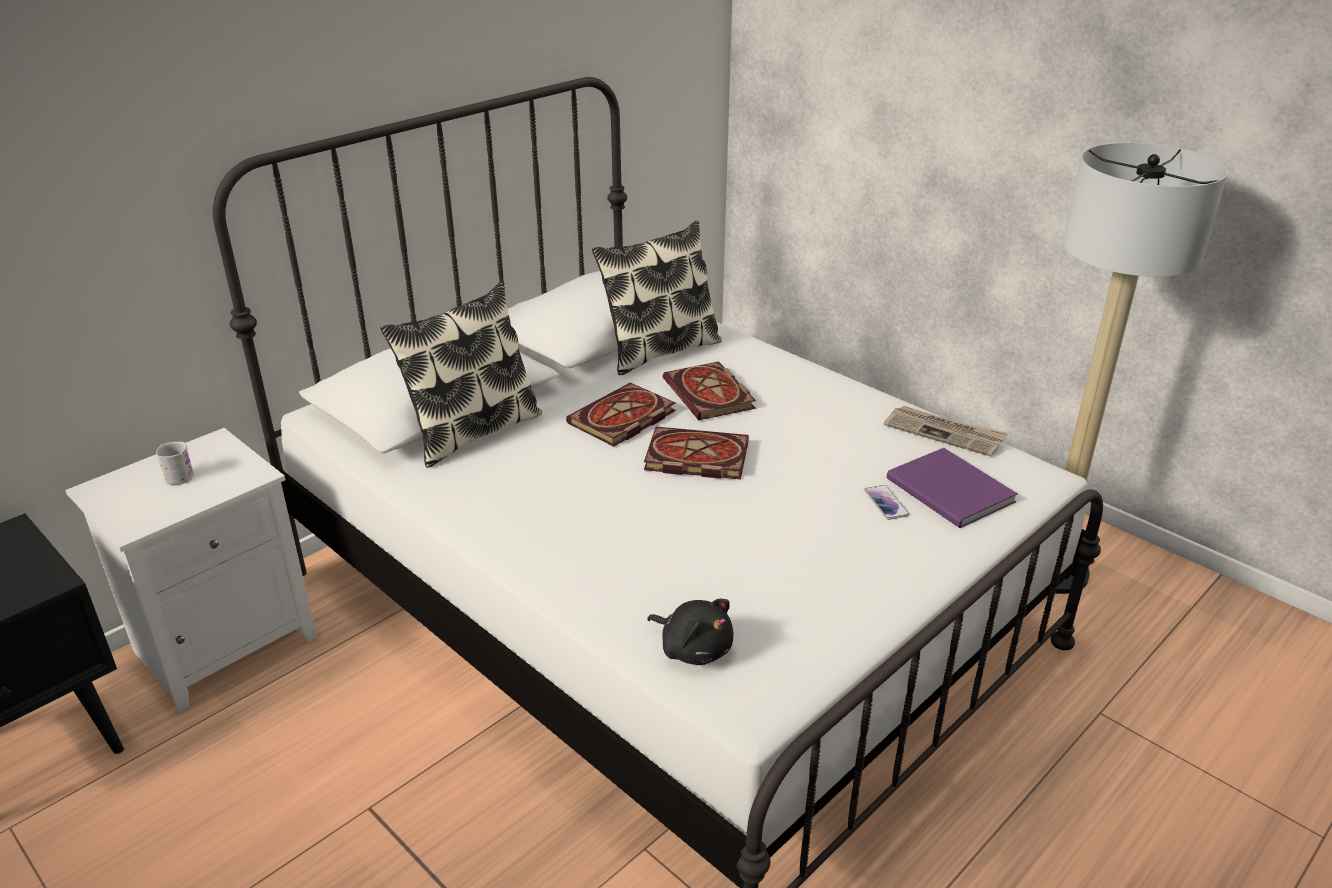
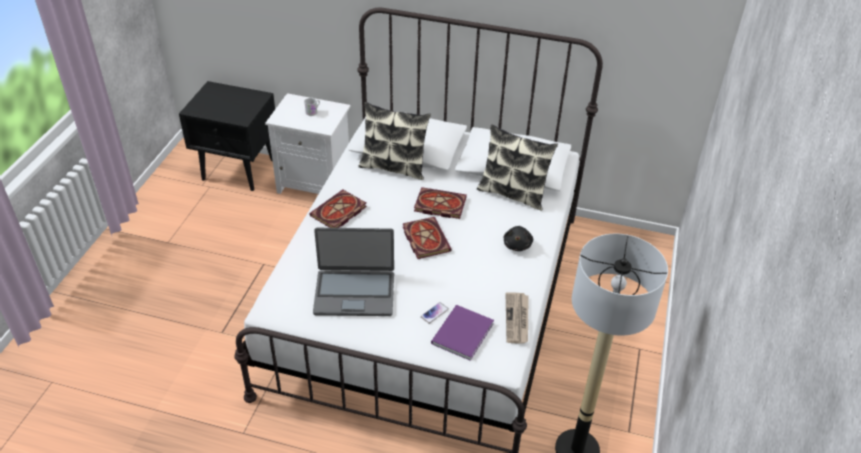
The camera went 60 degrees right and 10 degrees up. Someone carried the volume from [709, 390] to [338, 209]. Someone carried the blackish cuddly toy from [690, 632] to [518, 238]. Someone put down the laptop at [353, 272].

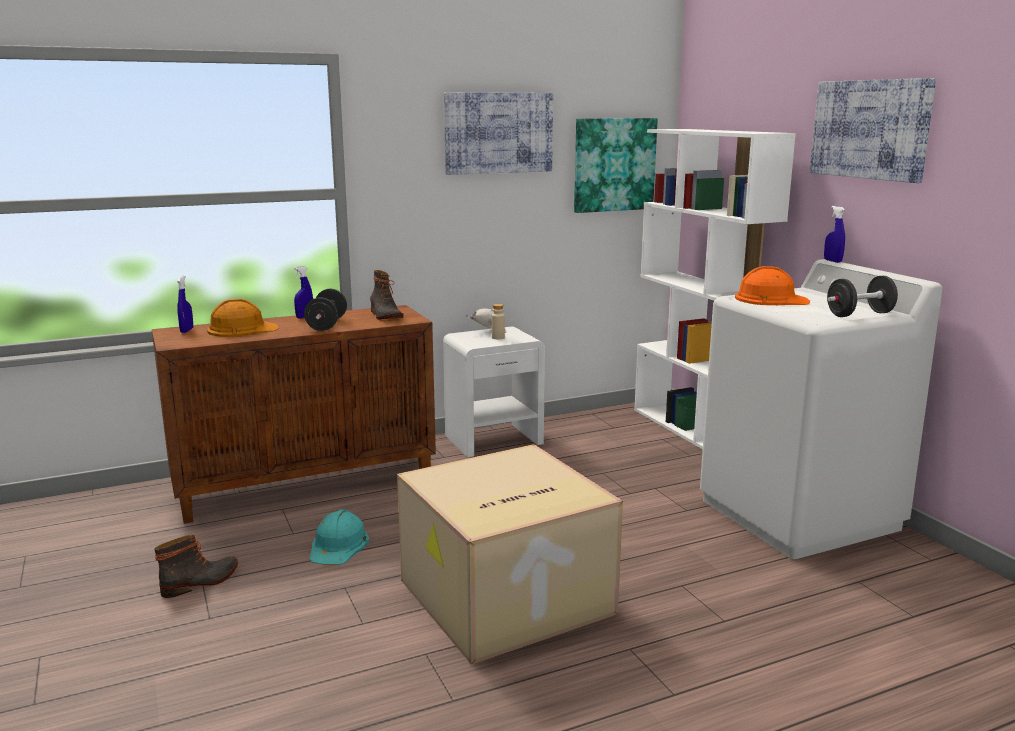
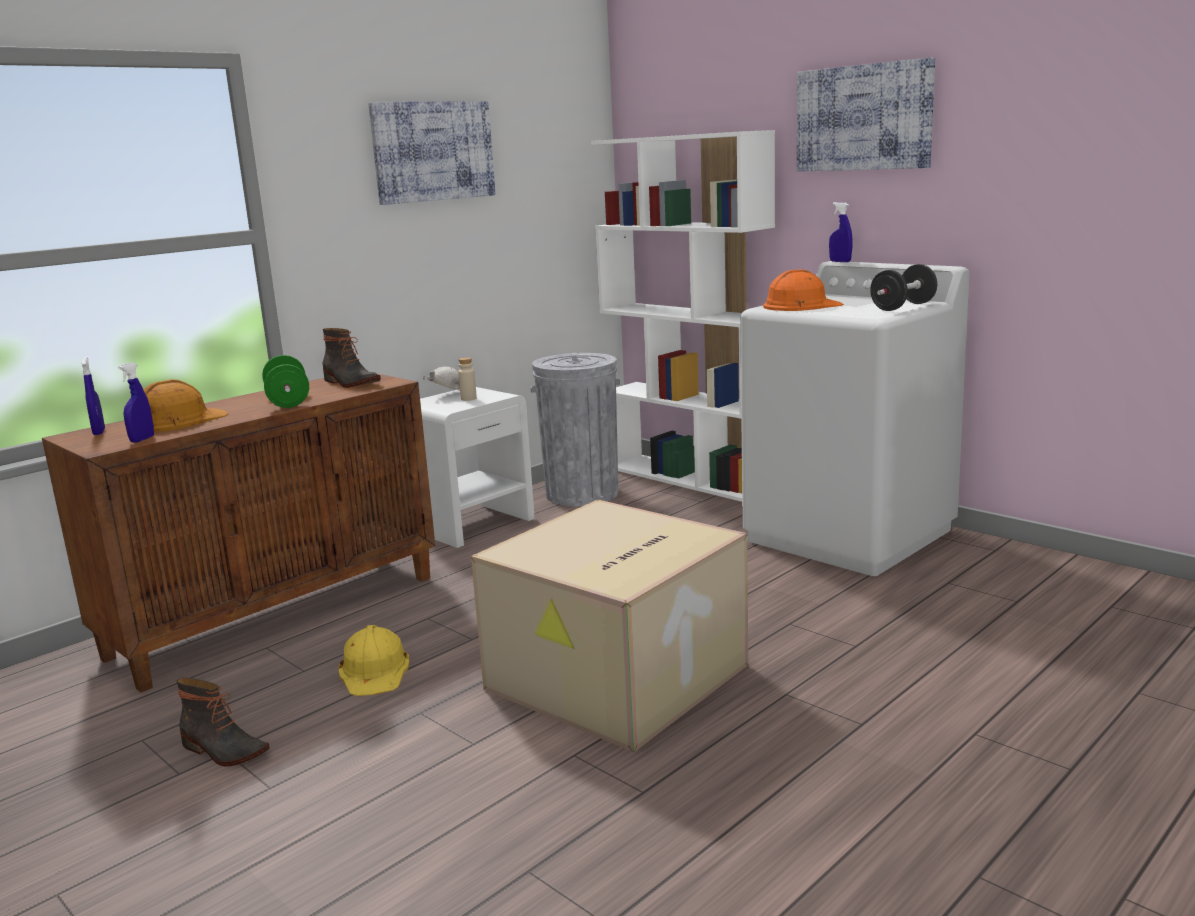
The camera went 20 degrees left and 0 degrees up. Someone took away the wall art at [616, 165]. Someone carried the bluish hand sprayer from [303, 292] to [136, 402]. Someone repainted the blackish dumbbell at [325, 310], which became the greenish dumbbell at [285, 381]. Someone repainted the blue-green safety helmet at [339, 537], which became the yellowish safety helmet at [374, 660]. Someone rotated the boot at [196, 566] by 90 degrees clockwise. Someone put down the greyish trash can at [575, 429].

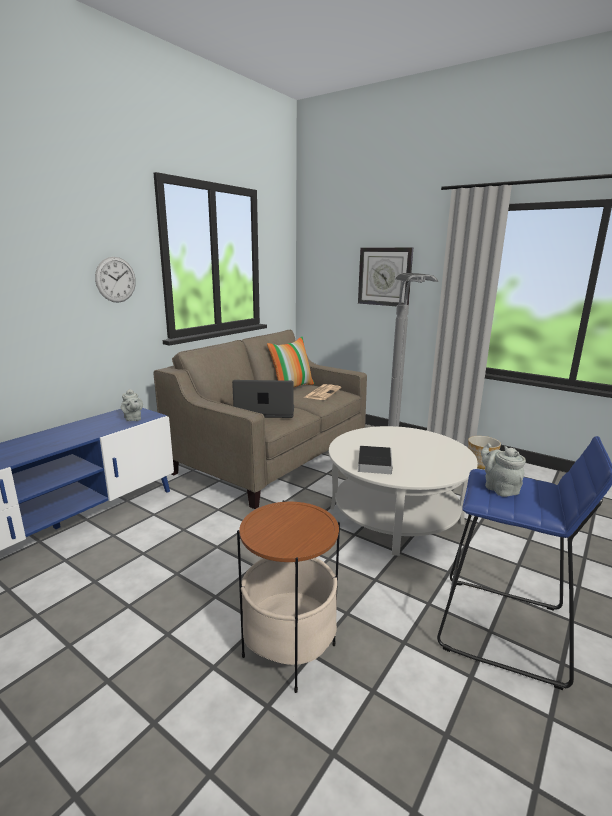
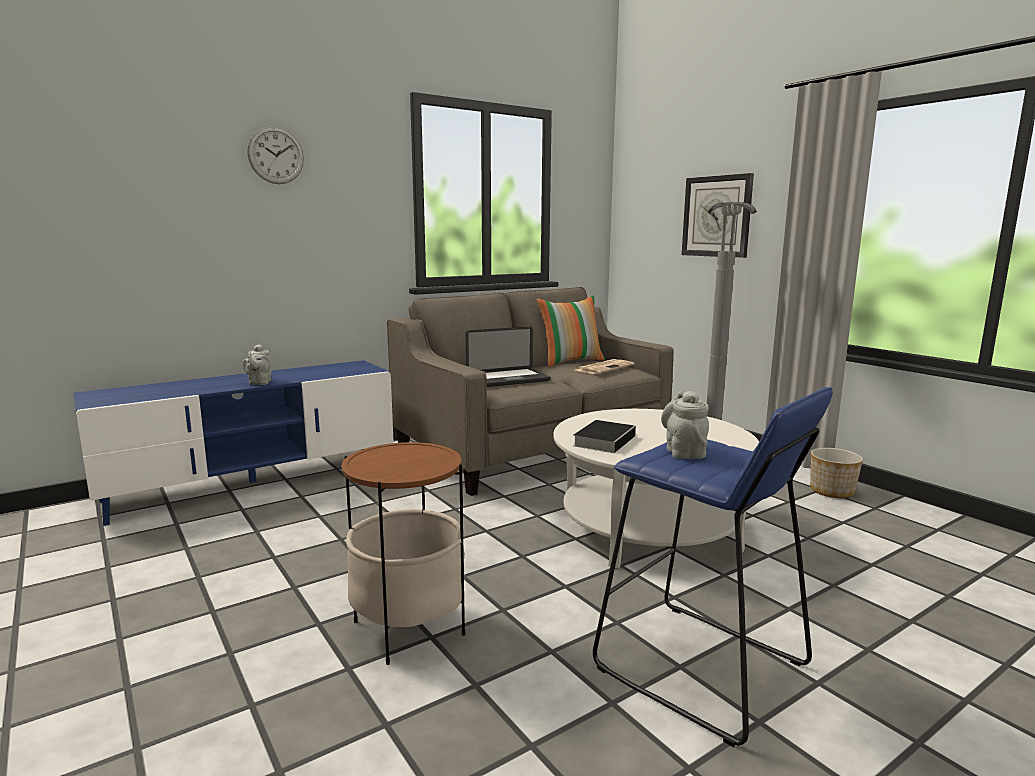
The camera went 20 degrees right and 5 degrees down. Someone carried the wall clock from [115, 280] to [275, 155]. Someone rotated the laptop at [263, 399] by 135 degrees clockwise. Someone carried the greyish teapot from [132, 405] to [257, 364].

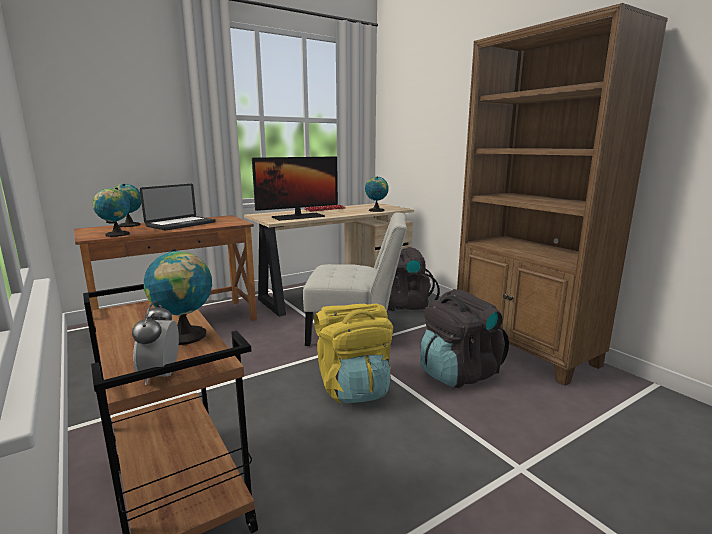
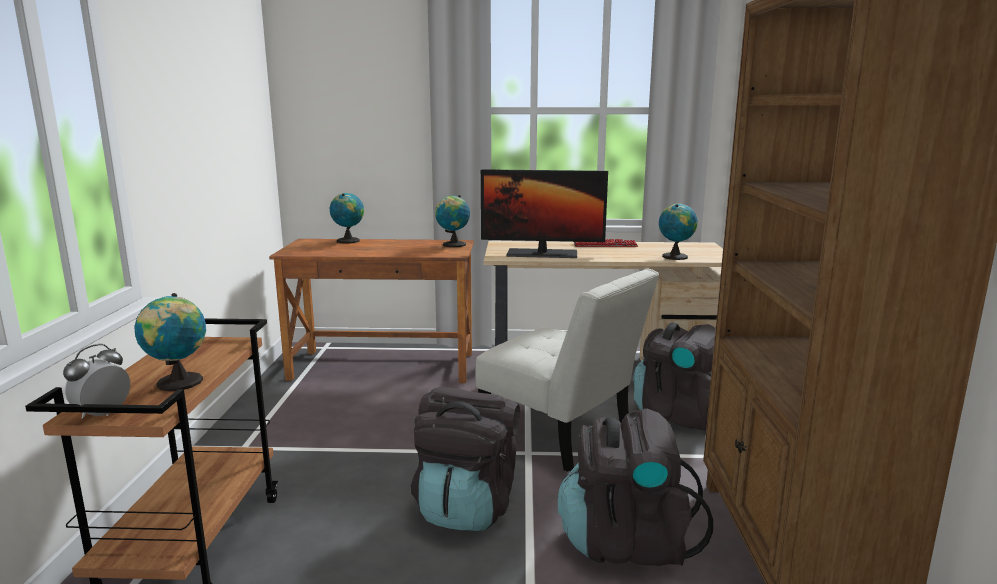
The camera went 35 degrees right and 0 degrees up. Someone took away the laptop at [178, 207]. Someone carried the desk globe from [111, 212] to [452, 221]. Someone repainted the yellowish knapsack at [353, 353], which became the blackish knapsack at [465, 459].

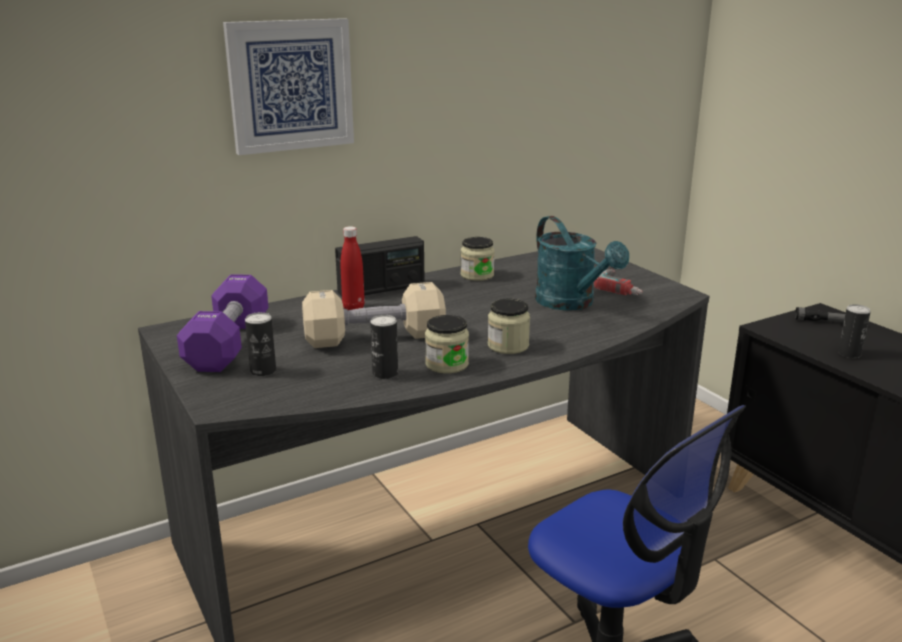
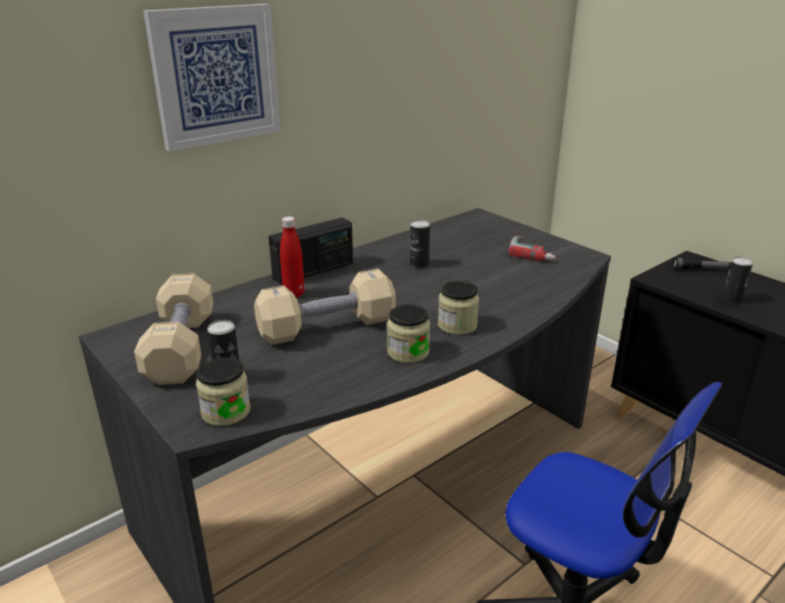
The camera went 10 degrees left and 5 degrees up. Someone took away the blue-green watering pot at [582, 263]. Someone carried the jar from [478, 259] to [223, 391]. Someone repainted the purplish dumbbell at [223, 323], which became the beige dumbbell at [173, 329]. Someone carried the metal can from [384, 347] to [420, 244].

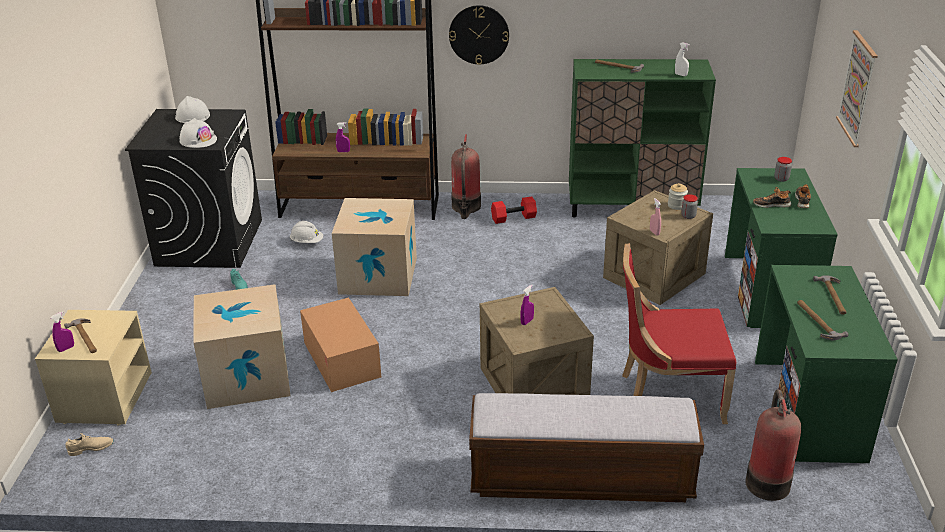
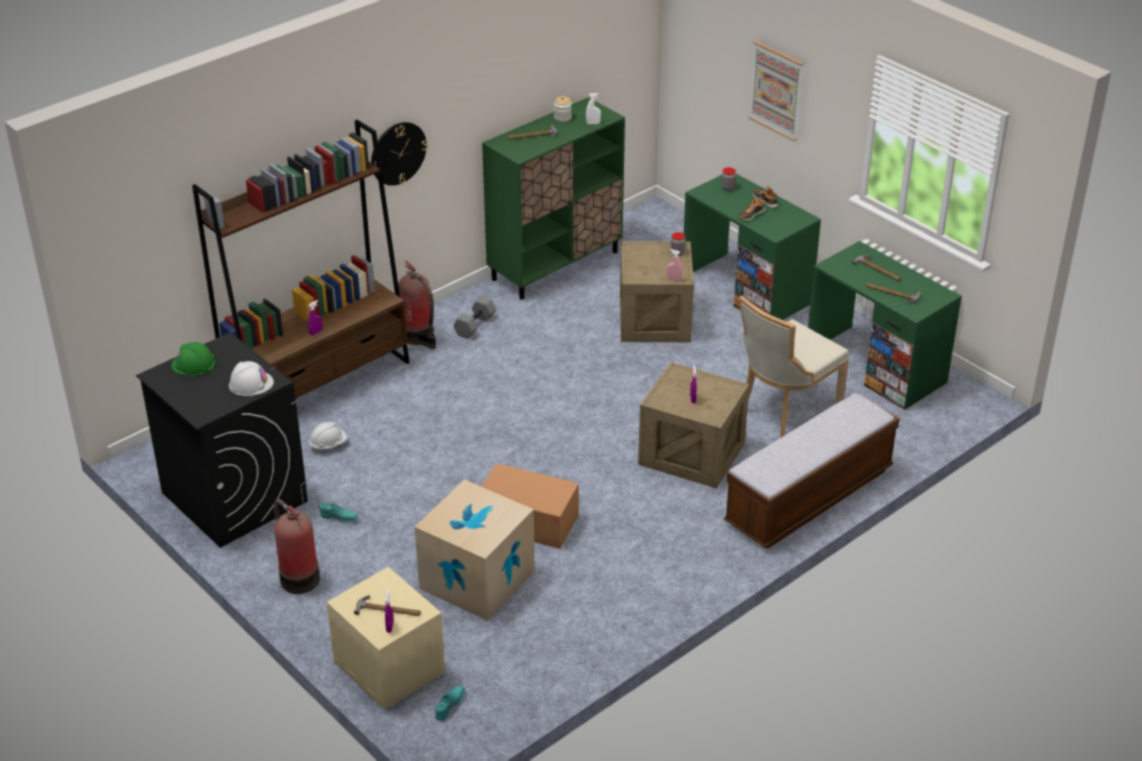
The camera went 45 degrees left and 5 degrees up. Someone repainted the white safety helmet at [192, 109], which became the greenish safety helmet at [193, 359]. Someone carried the jar from [678, 196] to [563, 109]. Someone repainted the red-coloured dumbbell at [514, 210], which became the greyish dumbbell at [474, 317]. Someone took away the cardboard box at [374, 247]. Someone repainted the red-coloured upright chair at [679, 333], which became the beige upright chair at [794, 366]. Someone carried the fire-fighting cylinder from [773, 445] to [297, 546]. Someone repainted the beige low shoe at [89, 444], which became the blue-green low shoe at [450, 703].

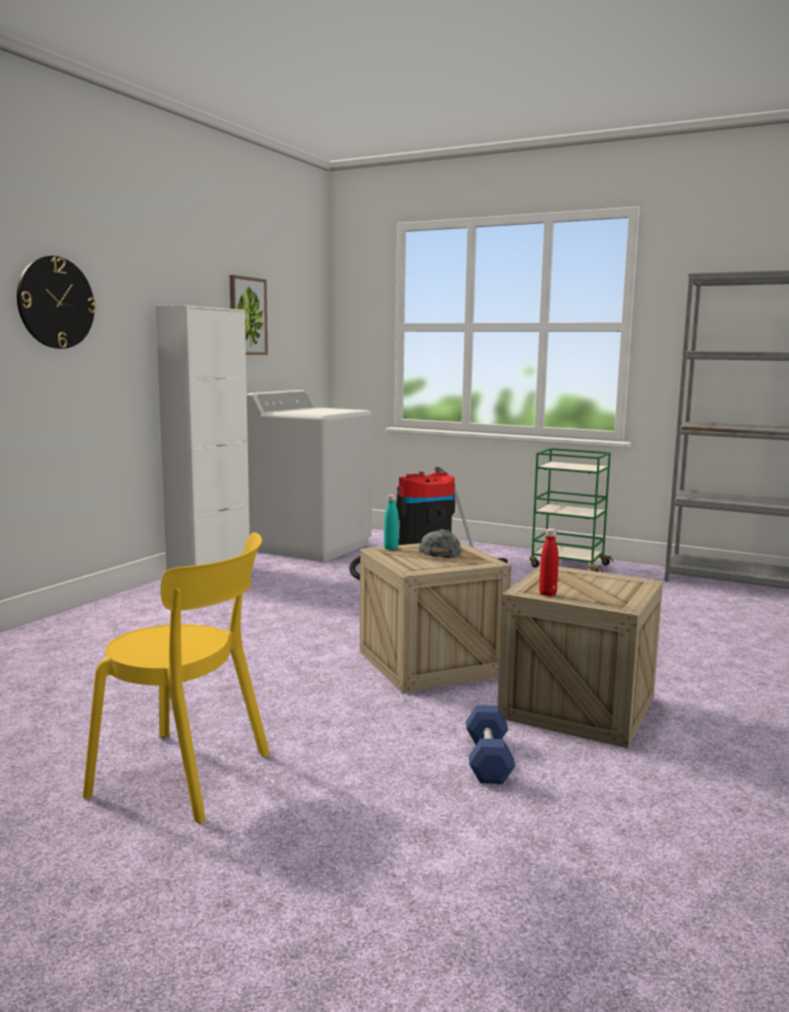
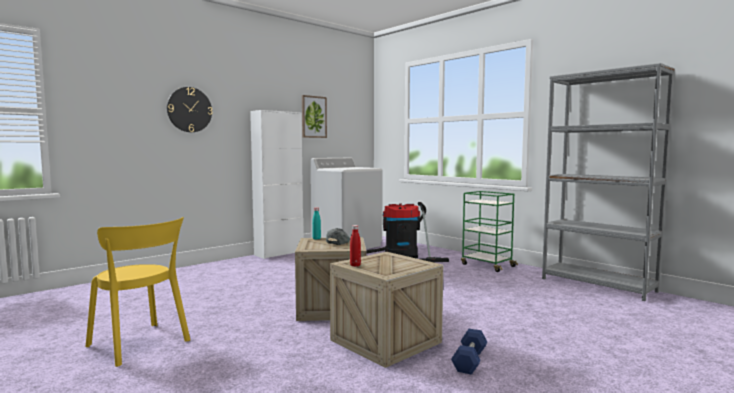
The camera went 20 degrees right and 5 degrees down. Someone carried the bluish dumbbell from [490, 744] to [469, 352].

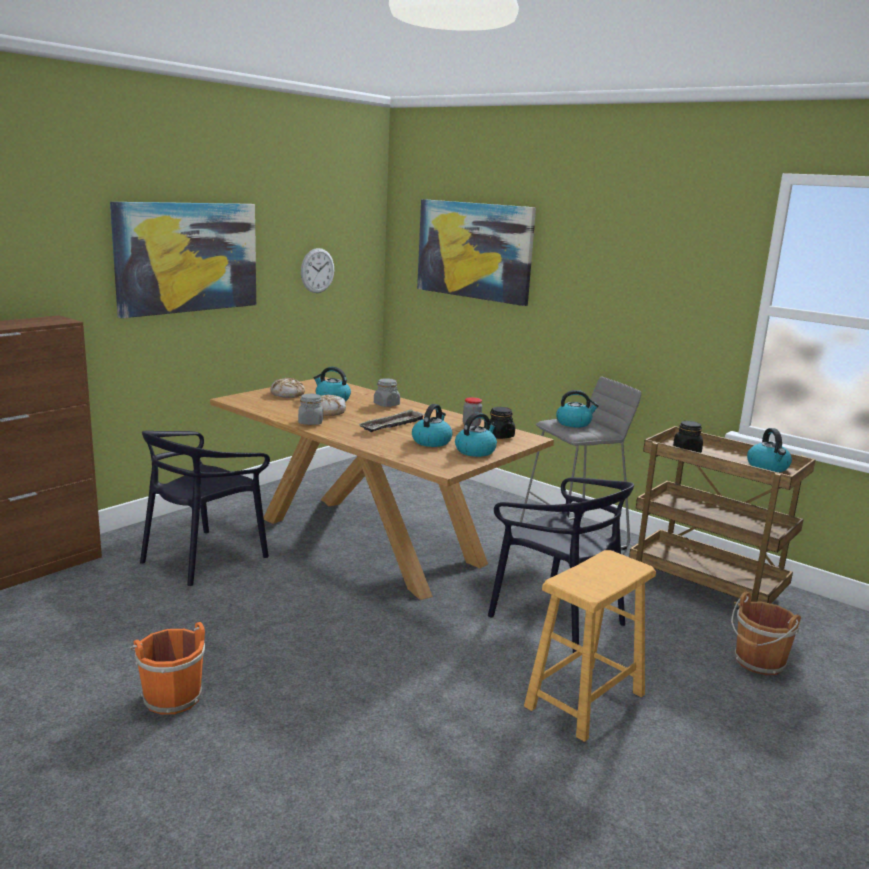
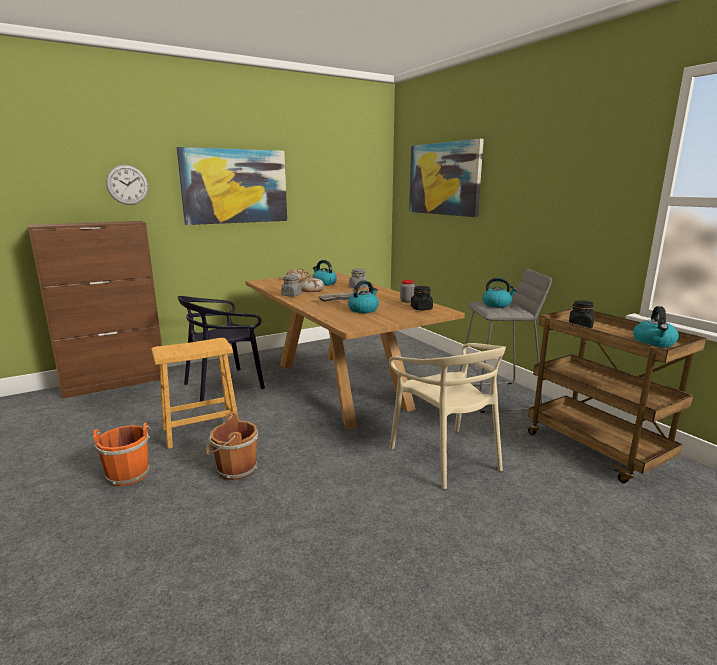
The camera went 20 degrees right and 0 degrees up. Someone carried the wall clock from [317, 270] to [127, 185]. Someone took away the kettle at [476, 434]. Someone repainted the blackish upright chair at [561, 565], which became the beige upright chair at [447, 416]. Someone carried the brown-coloured sitting stool from [590, 646] to [195, 393]. Someone carried the brown-coloured pail from [766, 633] to [232, 446].

